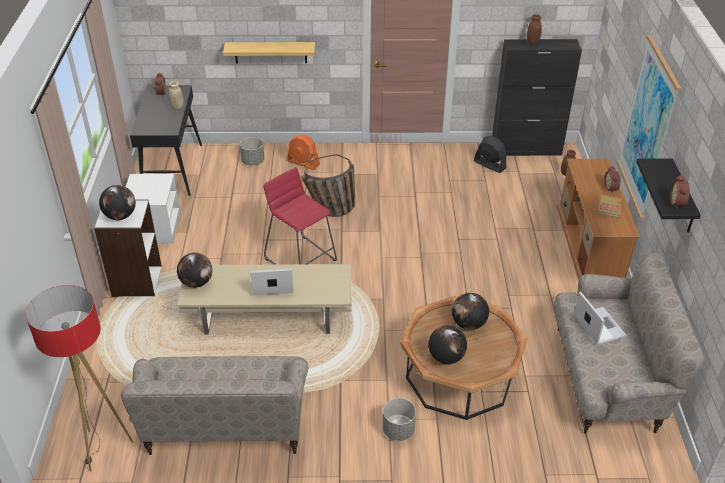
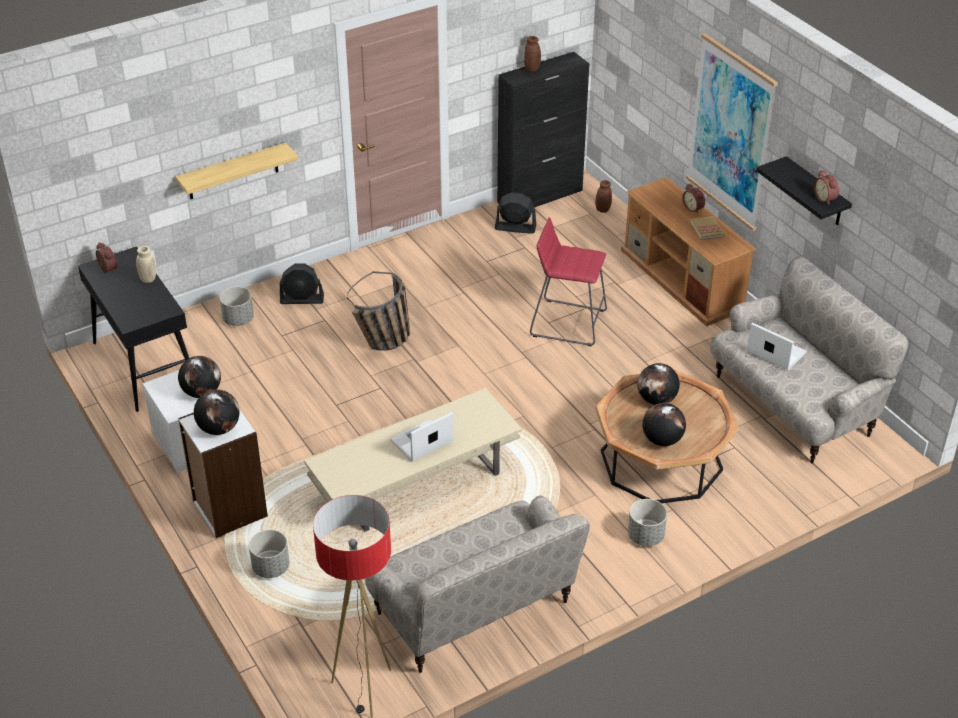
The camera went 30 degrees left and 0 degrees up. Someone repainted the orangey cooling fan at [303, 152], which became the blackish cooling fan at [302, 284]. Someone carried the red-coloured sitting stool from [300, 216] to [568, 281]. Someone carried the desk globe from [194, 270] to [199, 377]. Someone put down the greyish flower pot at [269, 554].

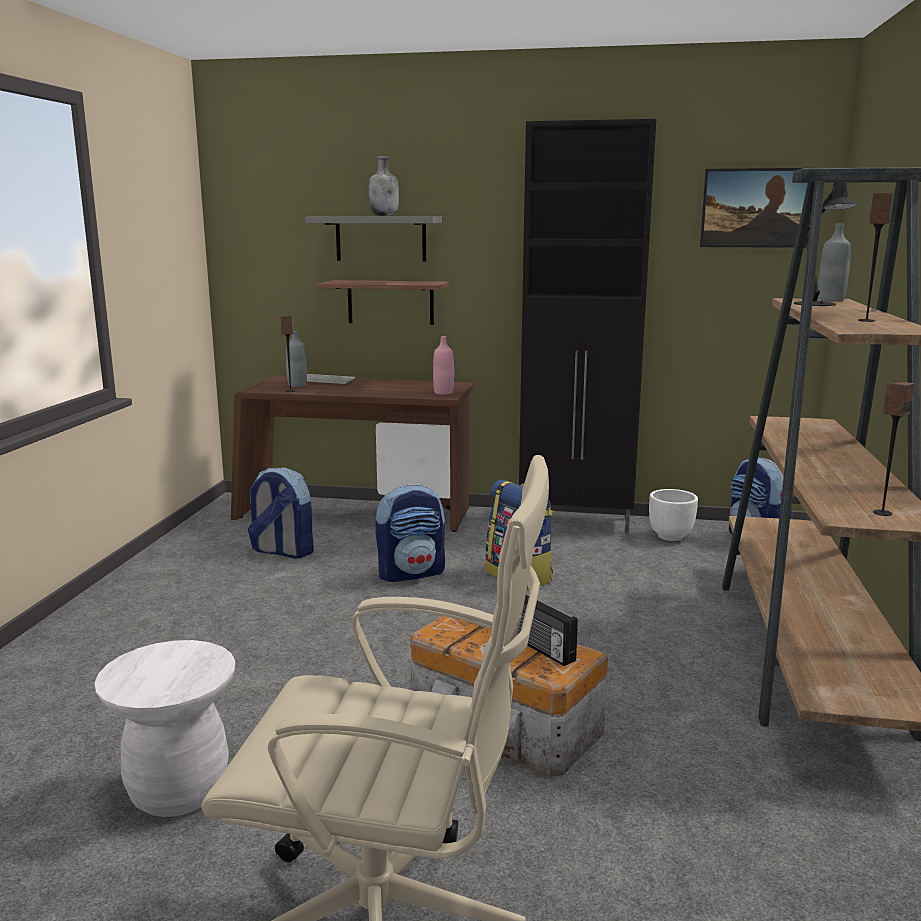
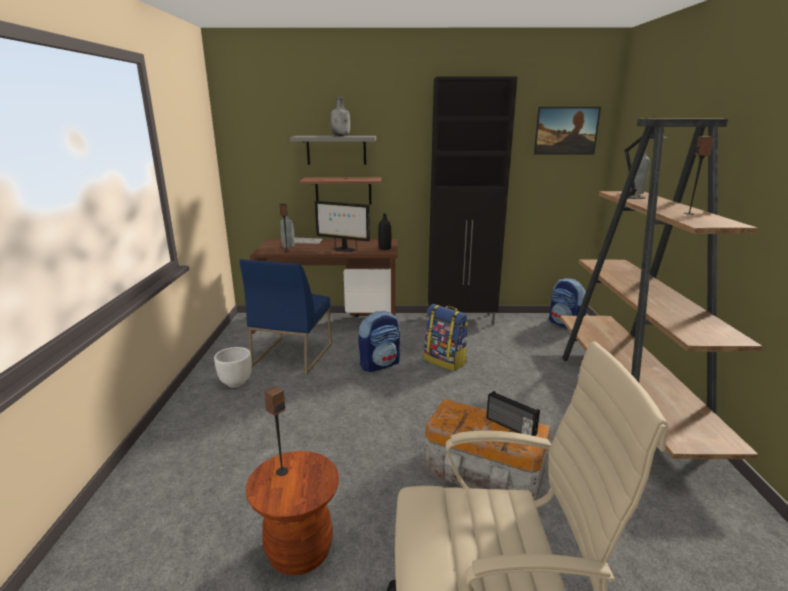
The camera went 10 degrees left and 5 degrees up. Someone repainted the pink-coloured beverage bottle at [443, 365], which became the blackish beverage bottle at [384, 231]. Someone carried the speaker from [893, 448] to [276, 431]. Someone swapped the knapsack at [281, 513] for the bluish upright chair at [285, 317]. Someone carried the white flower pot from [673, 515] to [233, 367]. Someone repainted the white sitting stool at [164, 728], which became the brown-coloured sitting stool at [292, 513]. Someone put down the computer display at [342, 226].

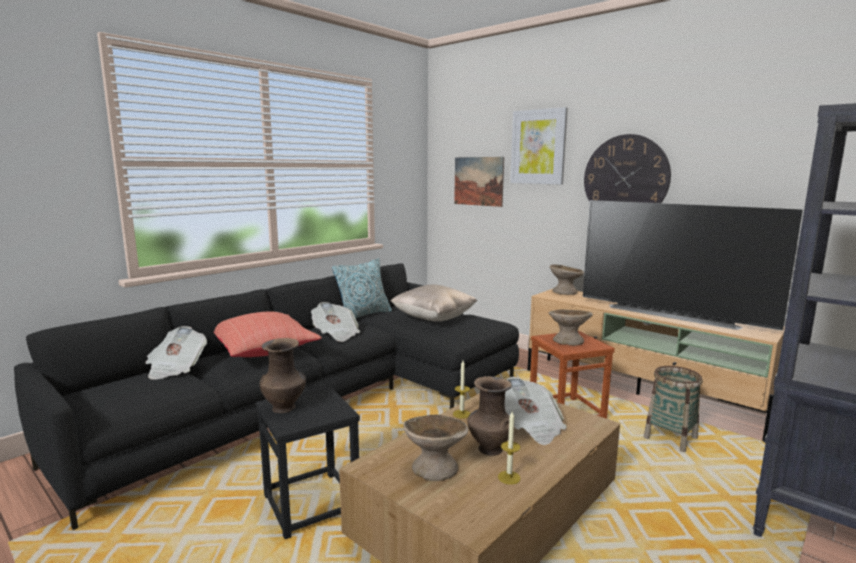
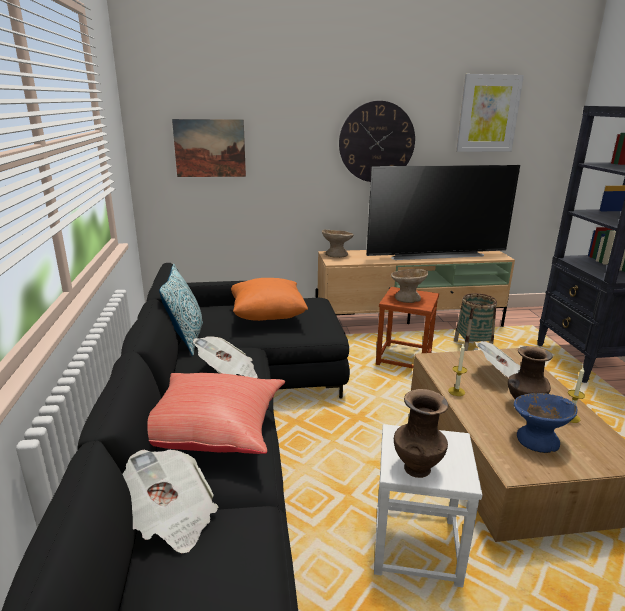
The camera went 50 degrees left and 10 degrees up. Someone carried the wall art from [539, 145] to [490, 113]. Someone repainted the beige throw pillow at [433, 302], which became the orangey throw pillow at [269, 299]. Someone repainted the blackish sitting stool at [308, 462], which became the white sitting stool at [428, 505]. Someone repainted the beige serving bowl at [435, 448], which became the bluish serving bowl at [545, 423].

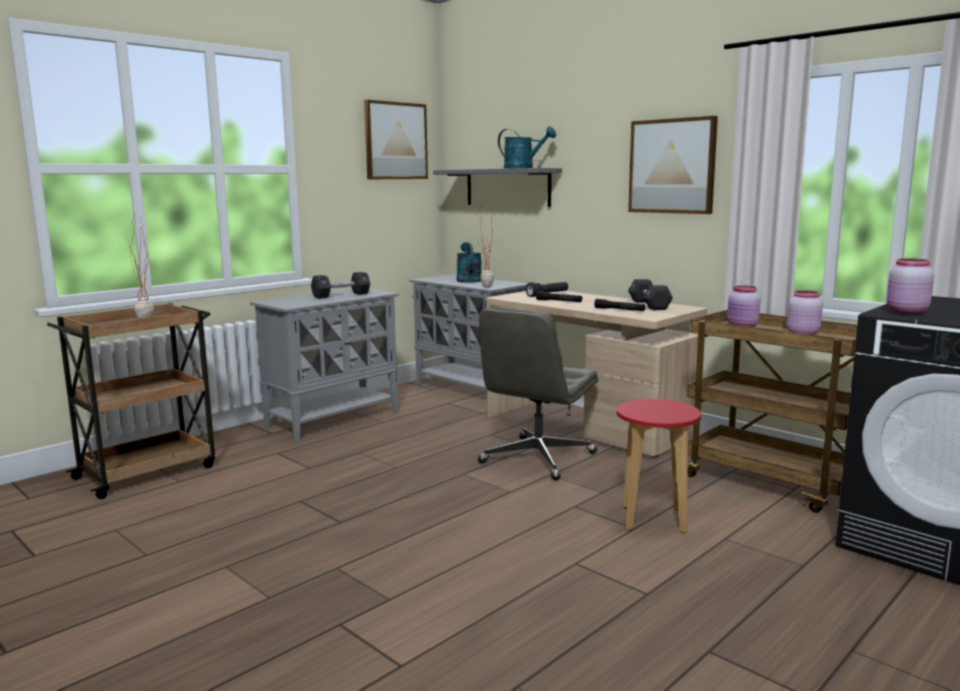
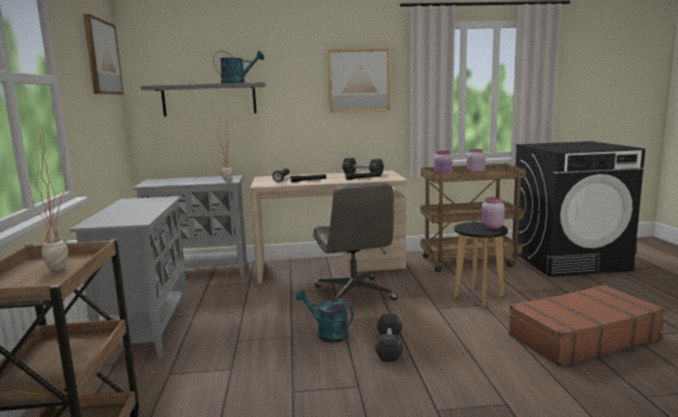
The camera went 50 degrees left and 0 degrees up. Someone carried the blue-green watering pot from [469, 262] to [325, 316]. Someone carried the pink-coloured jar from [910, 286] to [493, 213]. Someone carried the blackish dumbbell from [340, 285] to [389, 338]. Someone repainted the red-coloured sitting stool at [659, 466], which became the blackish sitting stool at [481, 264]. Someone put down the brown-coloured travel case at [586, 325].

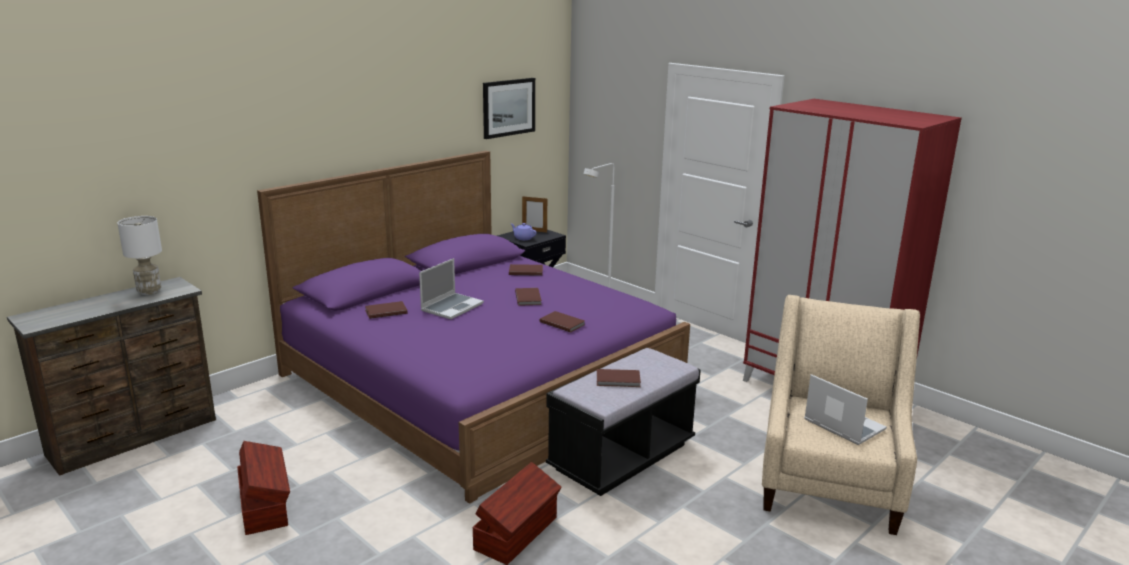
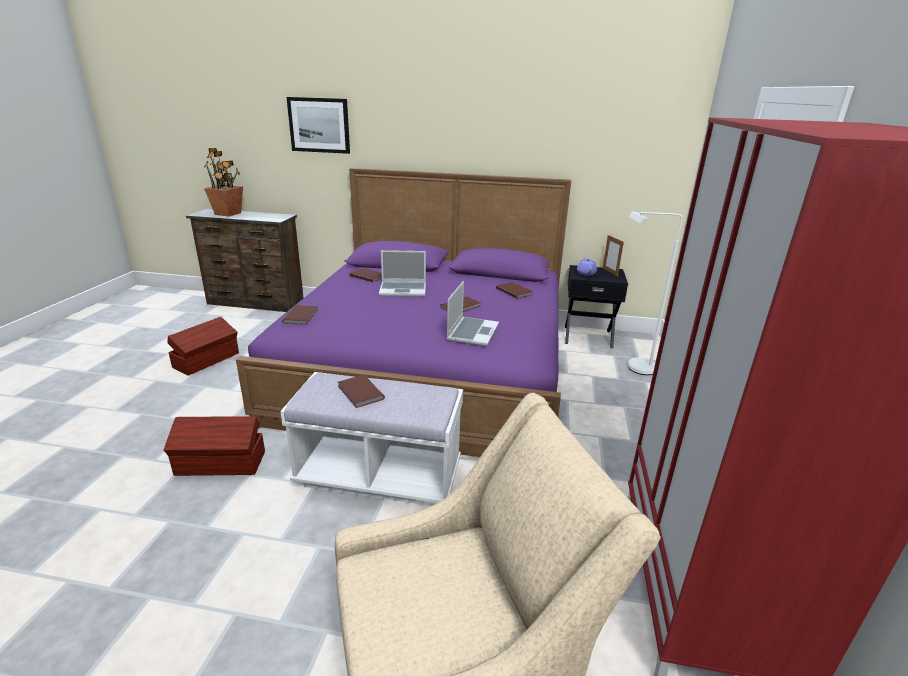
The camera went 55 degrees right and 5 degrees up. Someone carried the wall art from [509, 108] to [318, 125]. Someone took away the white table lamp at [139, 255]. Someone carried the brown-coloured volume from [562, 322] to [300, 315]. Someone repainted the blackish indoor bench at [623, 422], which became the white indoor bench at [371, 439]. Someone carried the laptop from [845, 409] to [473, 313]. Someone put down the potted plant at [223, 182].

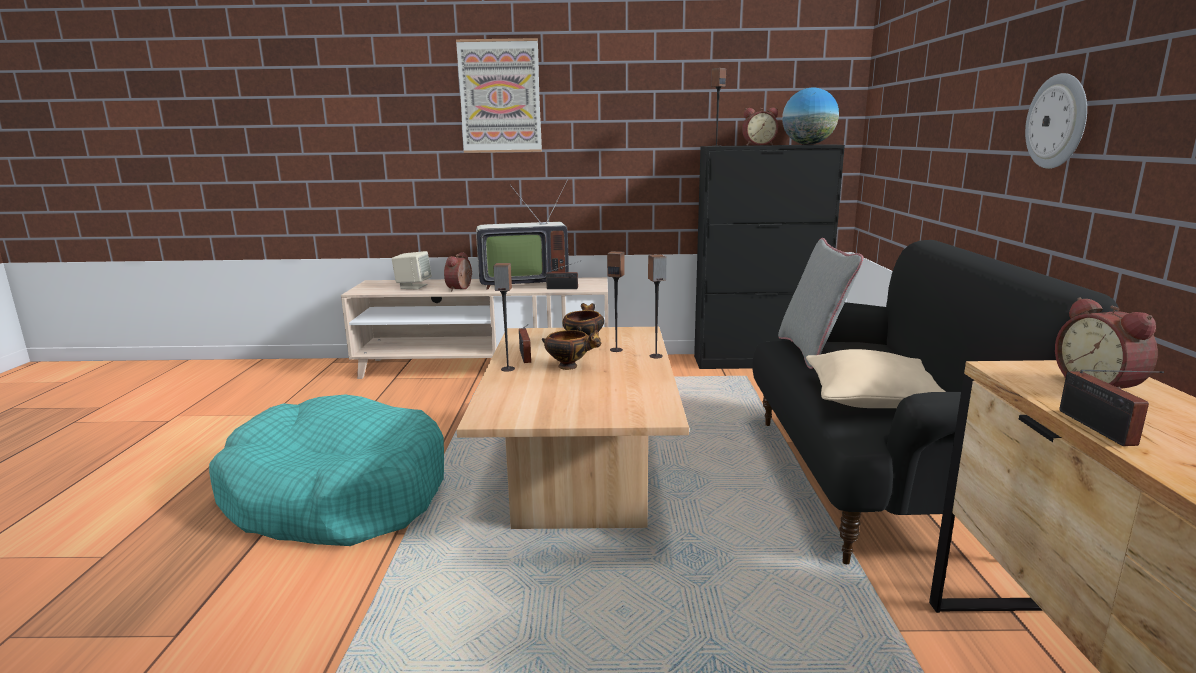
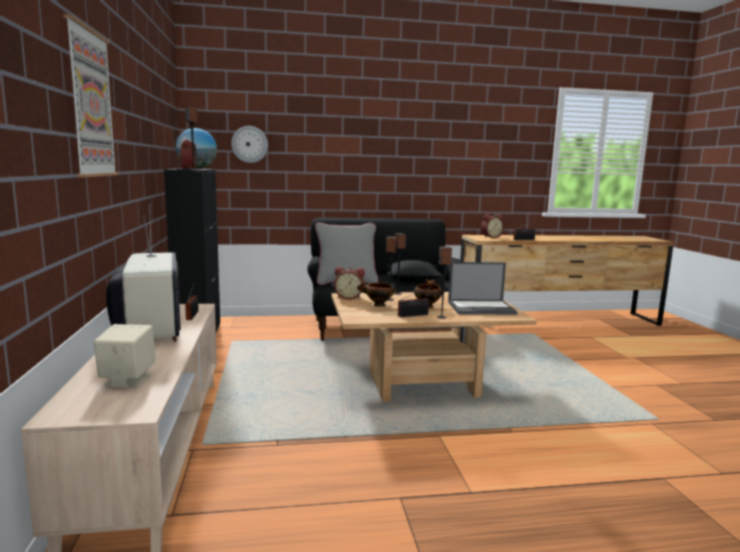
The camera went 100 degrees left and 5 degrees down. Someone carried the wall clock from [1056, 121] to [249, 144]. Someone carried the table clock from [458, 271] to [349, 283]. Someone repainted the beige throw pillow at [876, 378], which became the blackish throw pillow at [414, 271]. Someone took away the blue-green dog bed at [326, 470]. Someone put down the laptop at [482, 288].

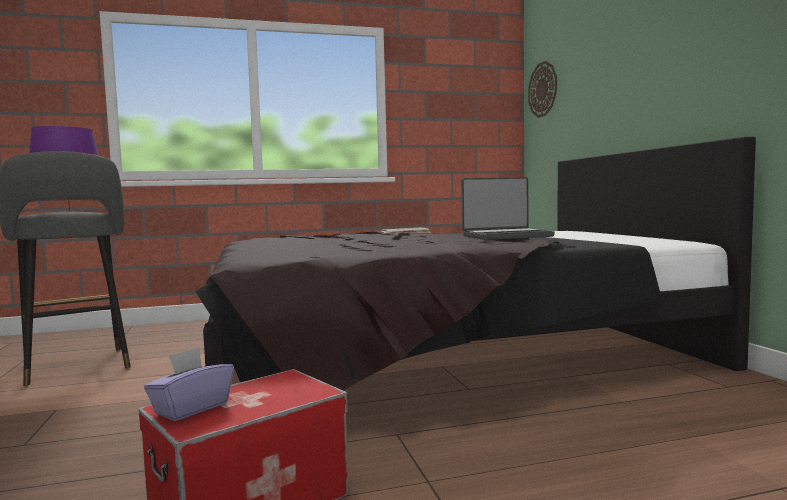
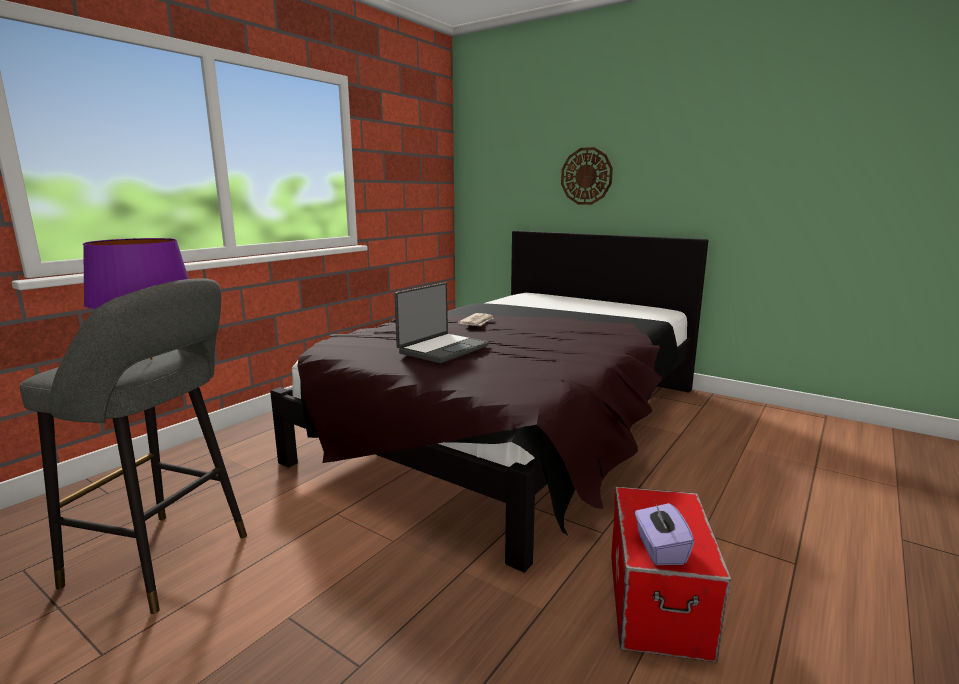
The camera went 40 degrees left and 10 degrees up. Someone carried the wall clock from [542, 89] to [587, 176]. Someone carried the laptop from [508, 208] to [441, 323].

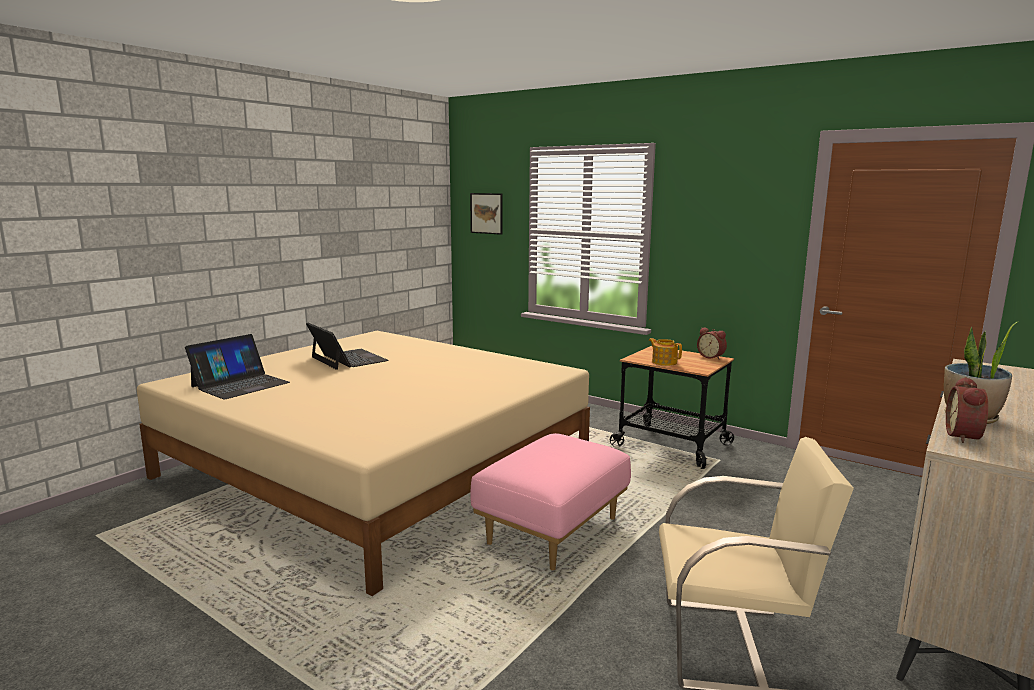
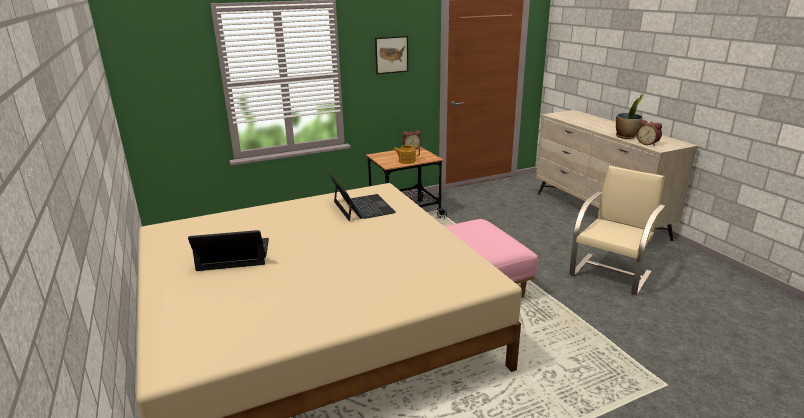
The camera went 60 degrees left and 10 degrees up. Someone carried the wall art from [486, 214] to [391, 55]. Someone carried the laptop from [237, 367] to [362, 197].

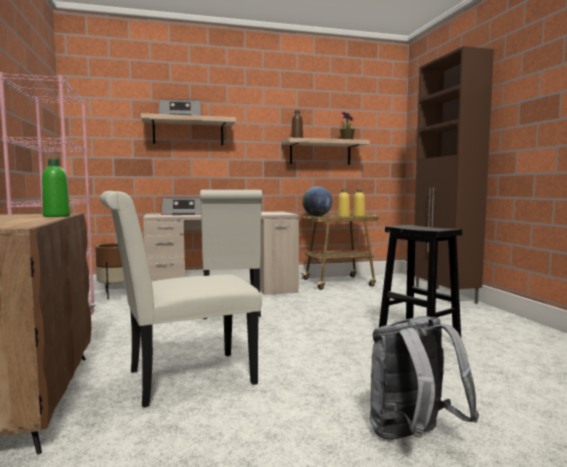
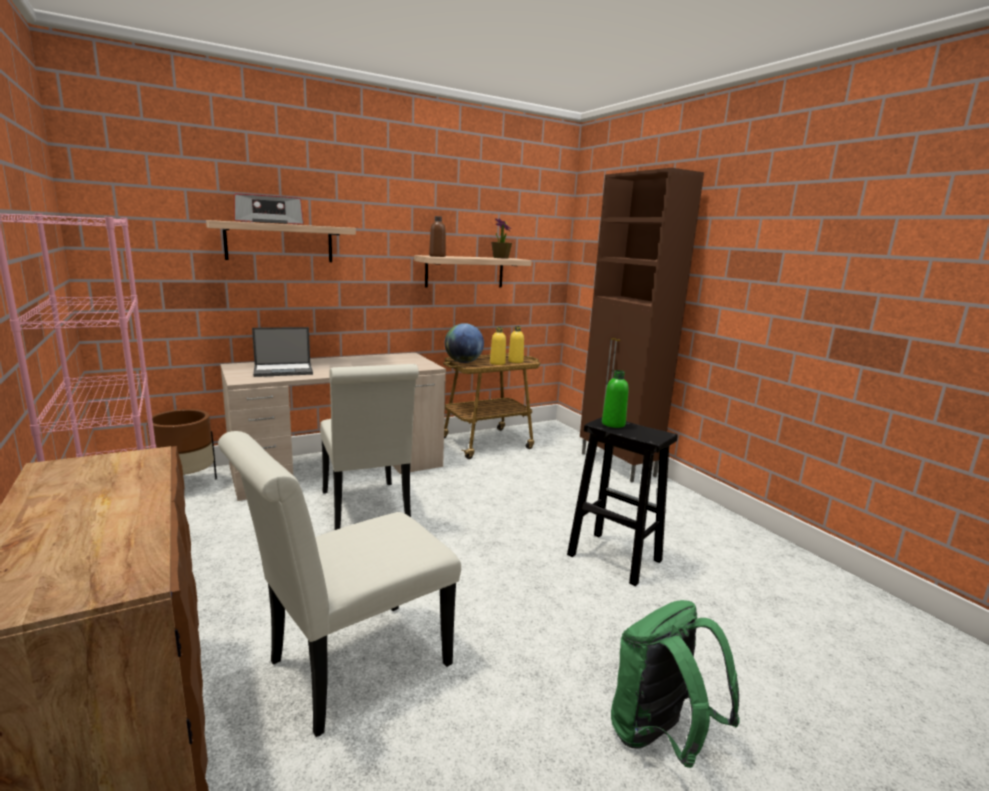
The camera went 15 degrees left and 10 degrees up. Someone carried the greenish beverage bottle from [56, 188] to [615, 399]. Someone swapped the radio at [181, 206] for the laptop at [282, 352]. Someone repainted the greyish knapsack at [425, 378], which became the greenish knapsack at [675, 684].

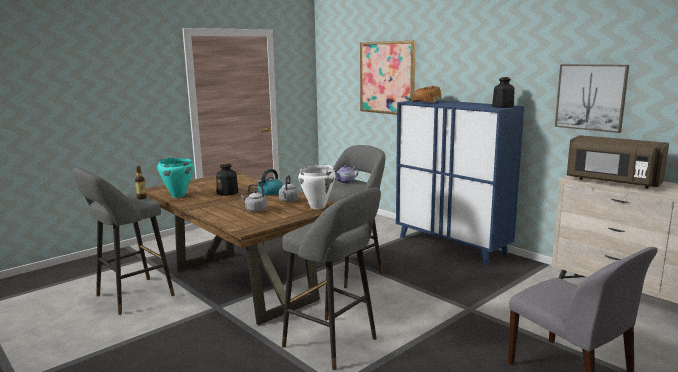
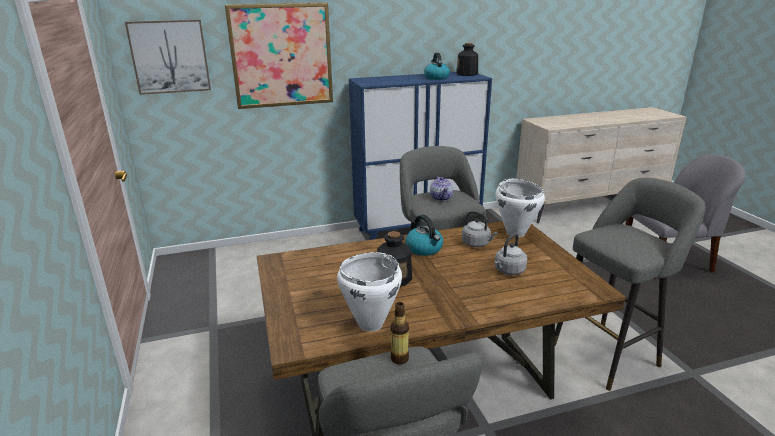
The camera went 65 degrees left and 10 degrees up. Someone carried the wall art from [592, 98] to [168, 57]. Someone took away the baked bread at [424, 94]. Someone took away the brown-coloured kitchen microwave at [618, 162]. Someone repainted the blue-green saucepot at [175, 178], which became the white saucepot at [369, 292]. Someone put down the kettle at [437, 66].

